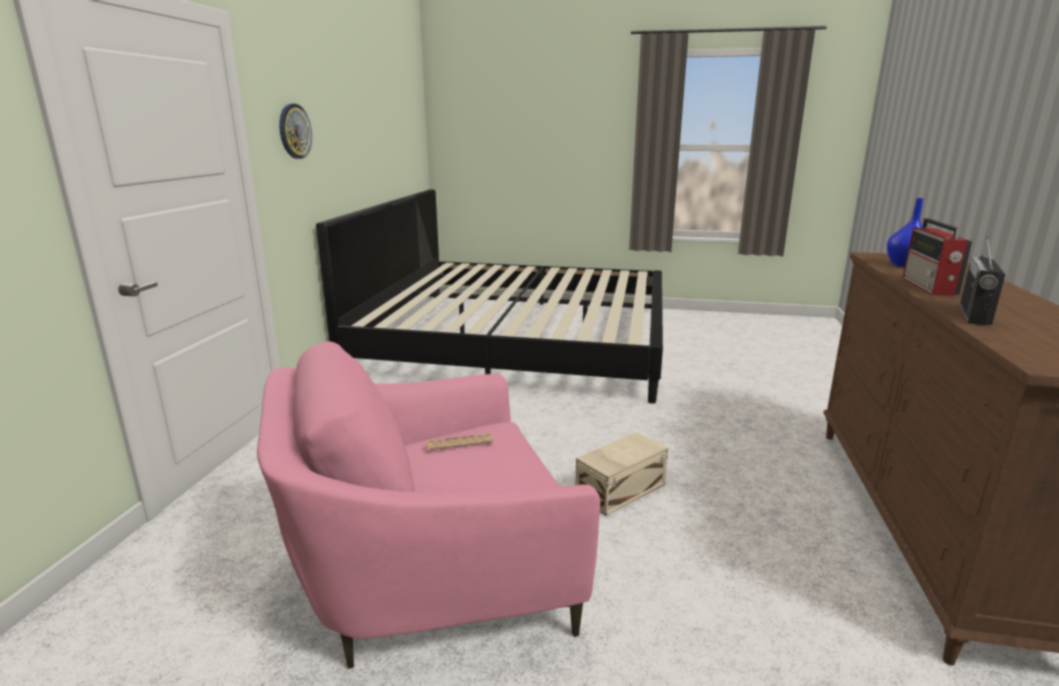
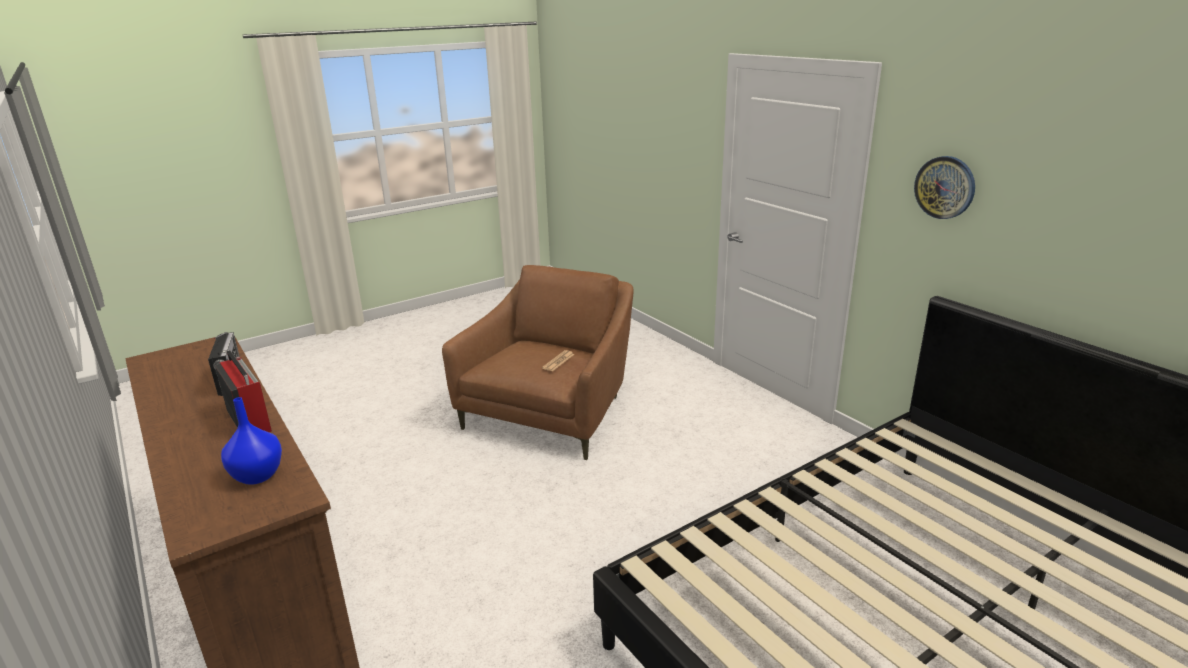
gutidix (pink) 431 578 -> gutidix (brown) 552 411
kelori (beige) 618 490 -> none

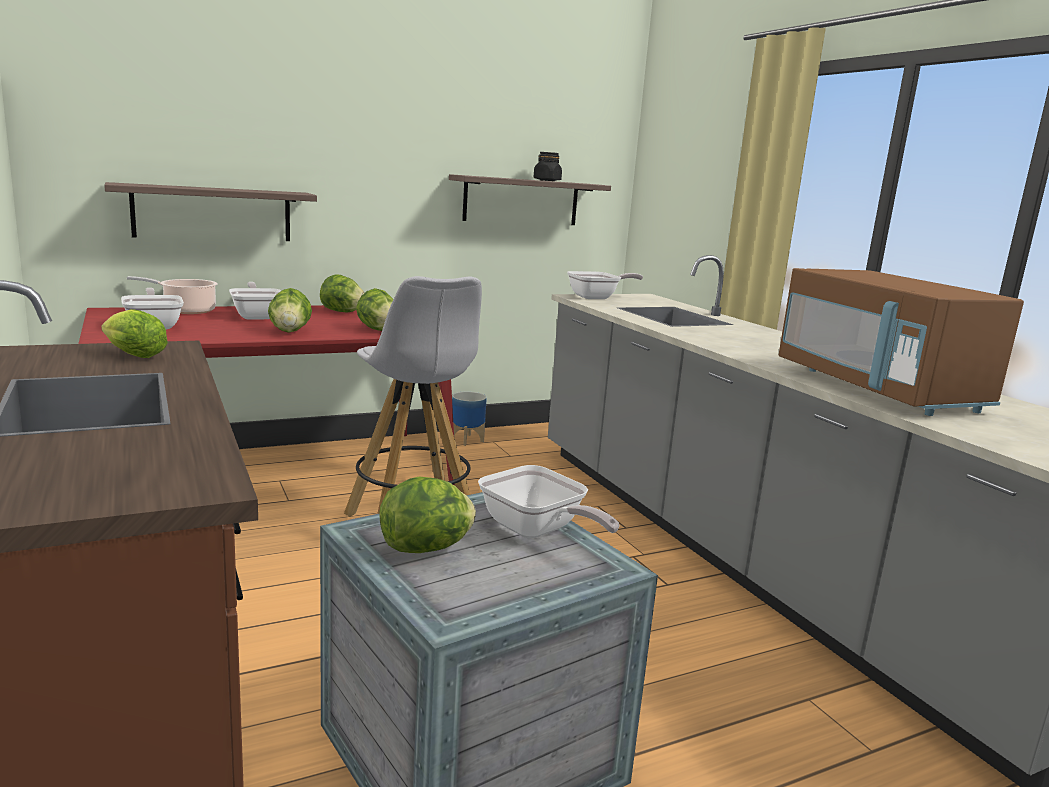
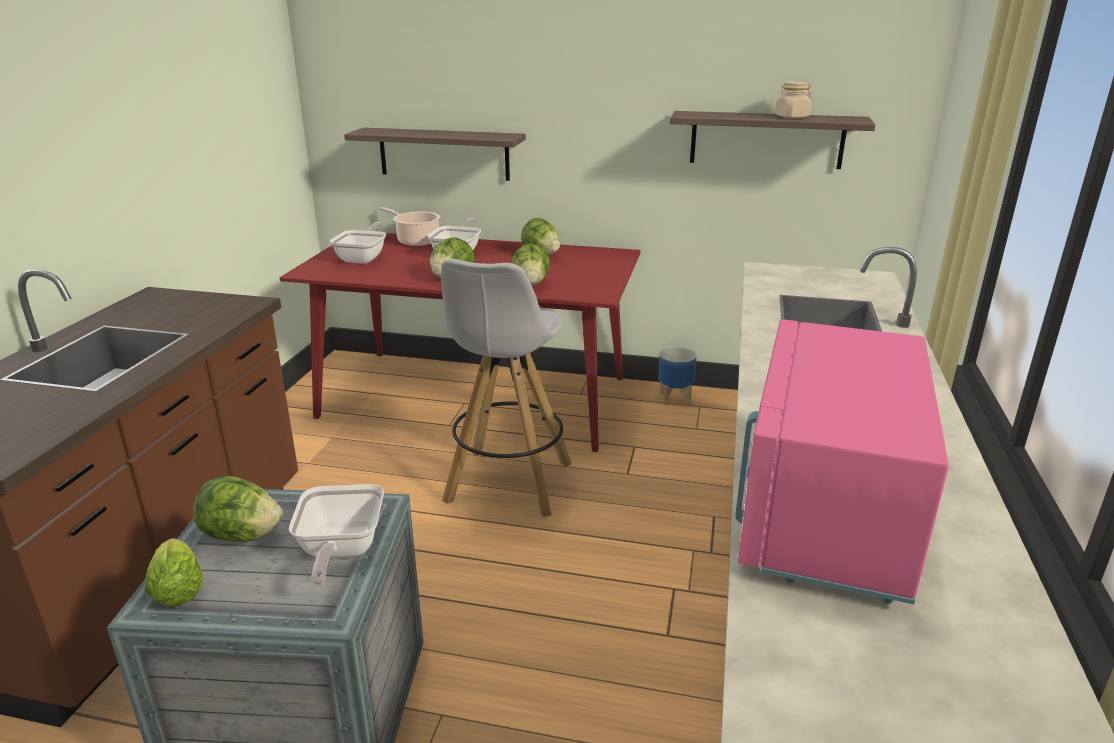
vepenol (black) 547 180 -> vepenol (beige) 791 117
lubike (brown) 877 389 -> lubike (pink) 824 513
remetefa 597 297 -> none
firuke 131 355 -> firuke 178 588, relocated

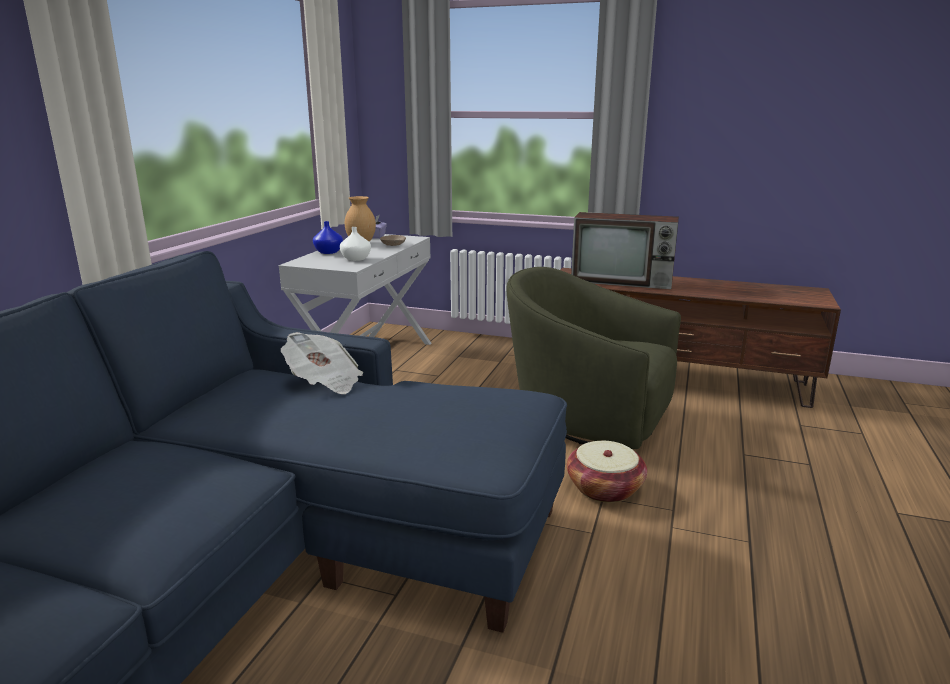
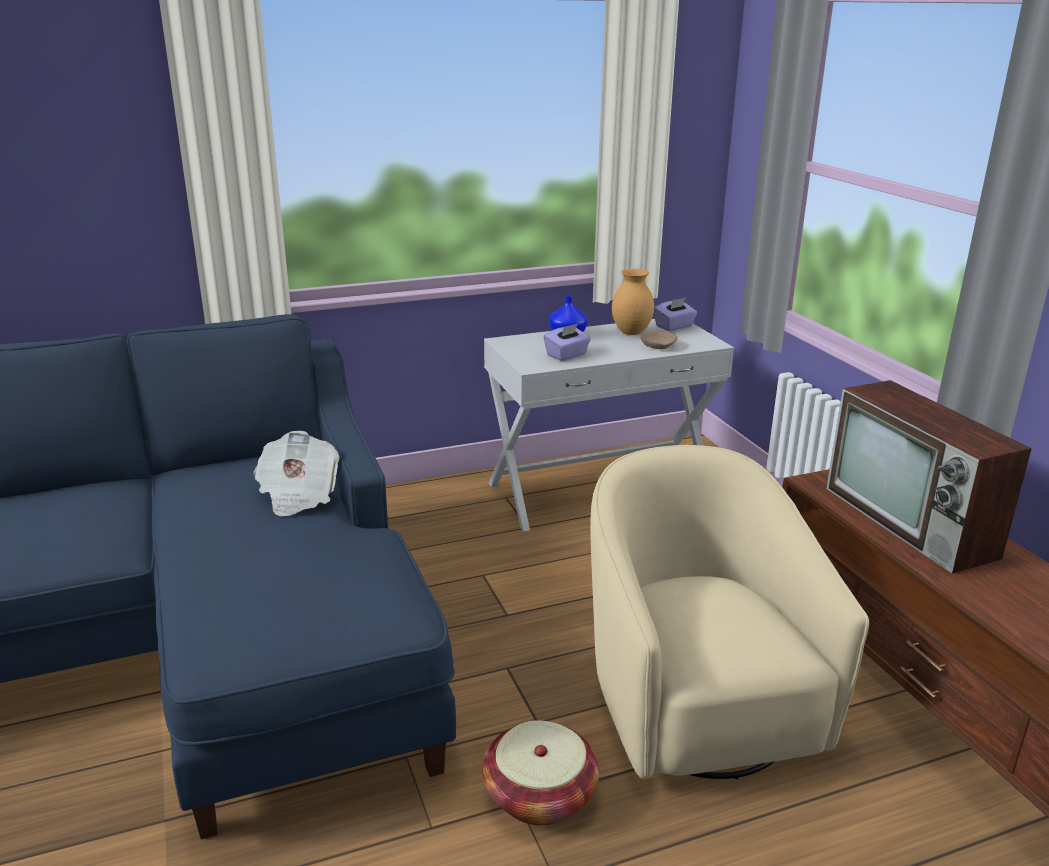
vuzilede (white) 355 259 -> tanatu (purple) 567 355
gutidix (green) 587 420 -> gutidix (beige) 696 703

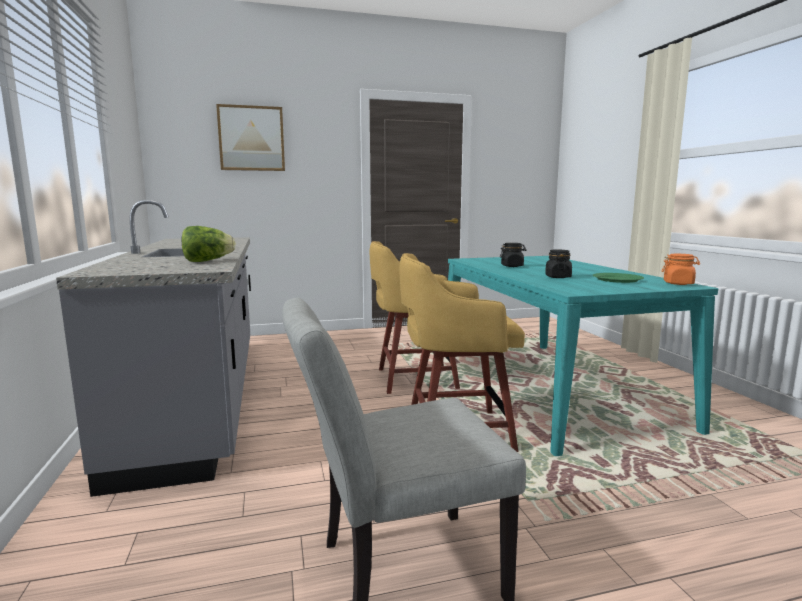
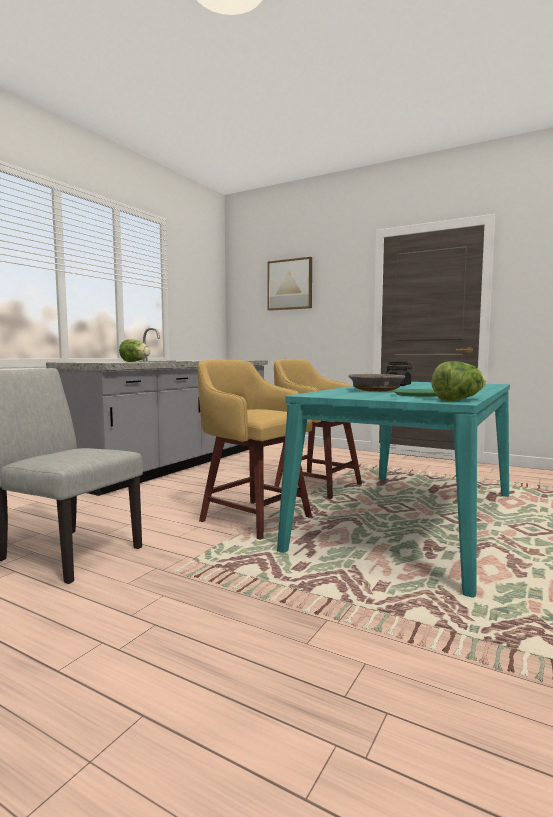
vepenol (black) 557 277 -> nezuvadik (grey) 376 390
vepenol (orange) 678 283 -> firuke 458 400

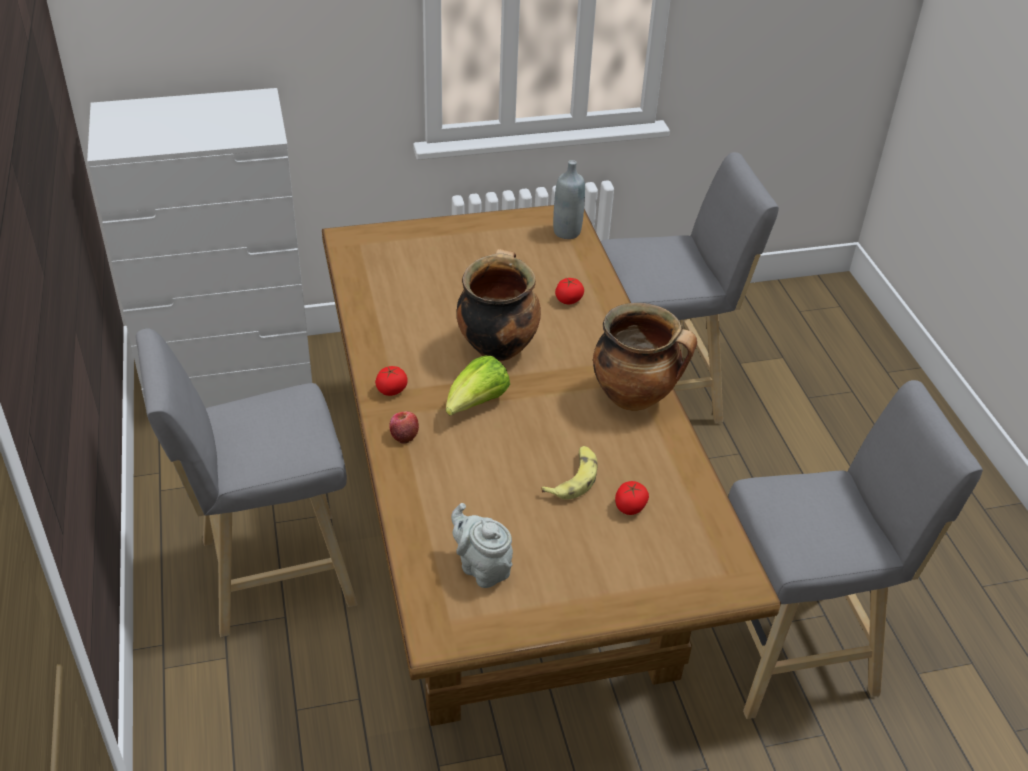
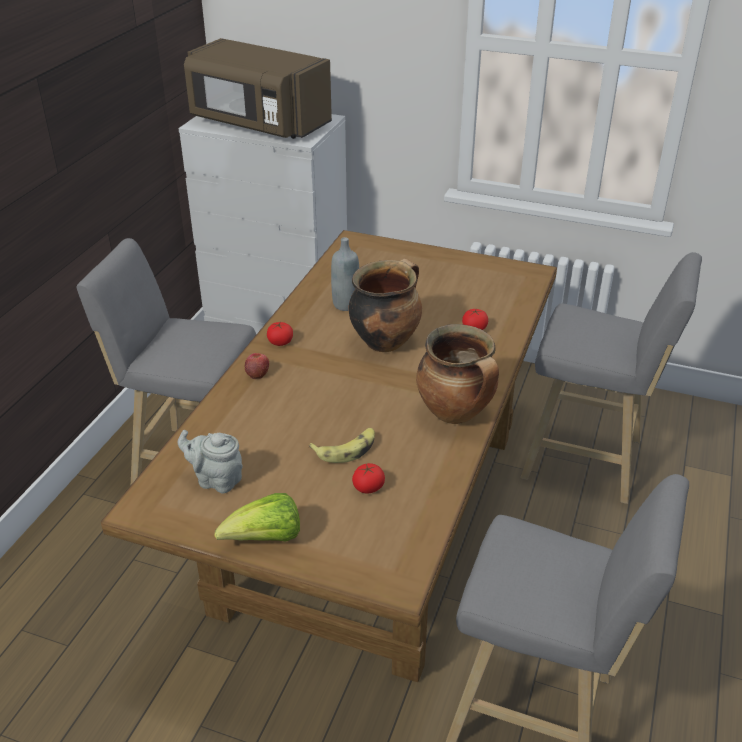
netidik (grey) 567 232 -> netidik (grey) 346 304, relocated
firuke 476 404 -> firuke 266 539, relocated
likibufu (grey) 482 568 -> likibufu (grey) 216 480, 60 degrees counterclockwise
none -> lubike (brown) 258 124

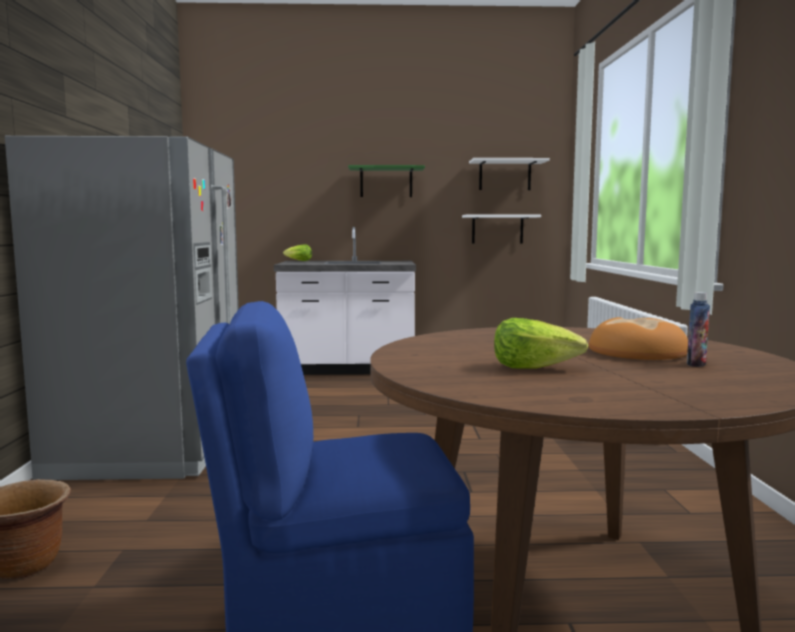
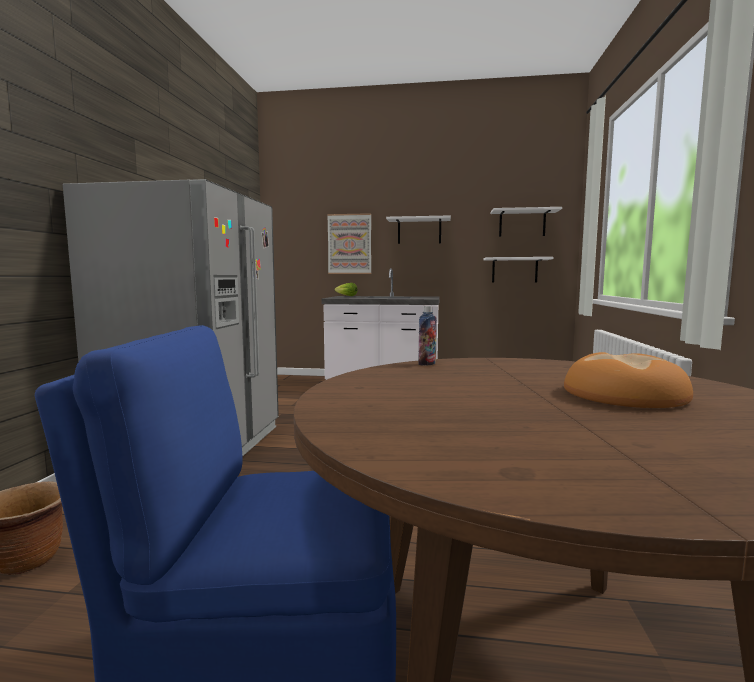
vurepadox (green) 386 182 -> vurepadox (white) 419 231
netidik 696 364 -> netidik 427 364, relocated
firuke 534 367 -> none
none -> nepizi 349 244

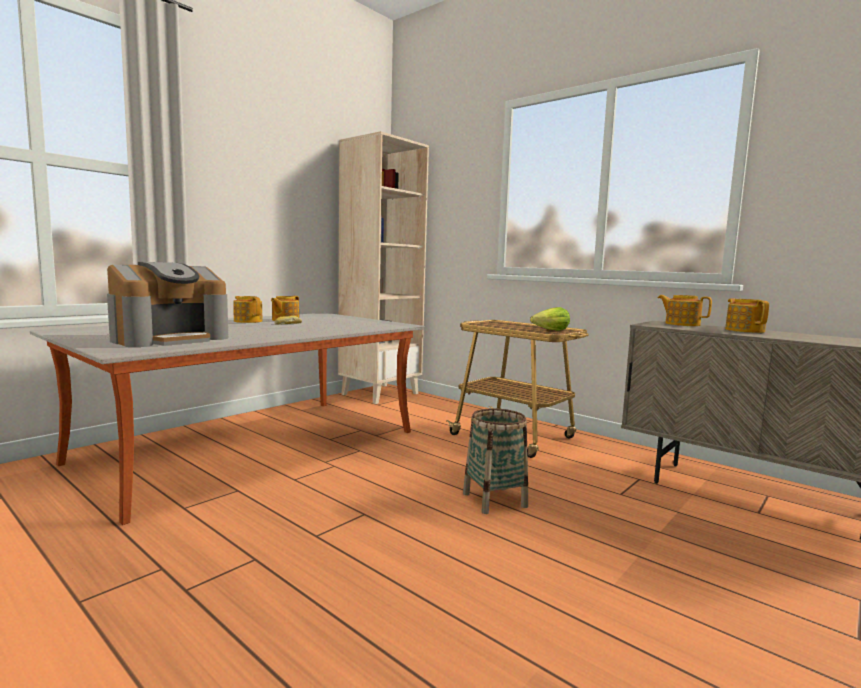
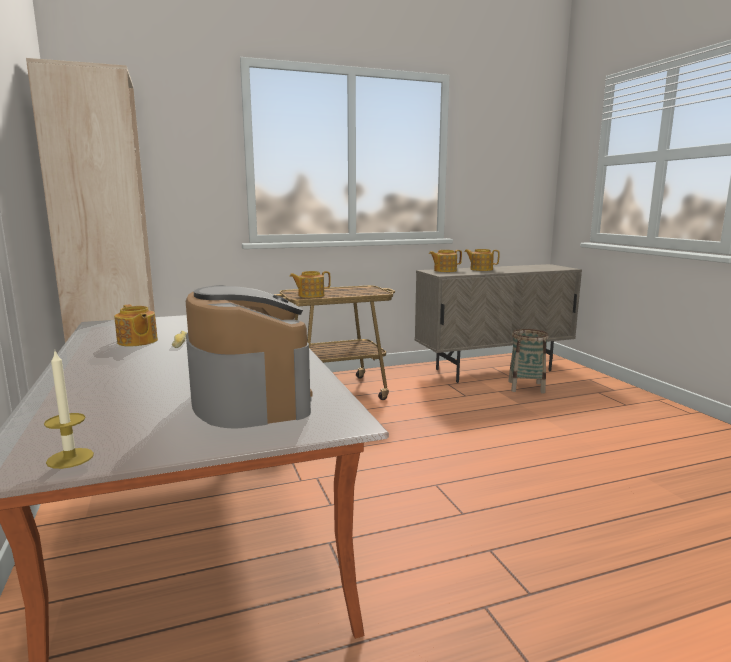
likibufu 248 321 -> likibufu 310 295, relocated
firuke 551 330 -> none
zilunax 494 500 -> zilunax 526 387, relocated
none -> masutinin 70 458

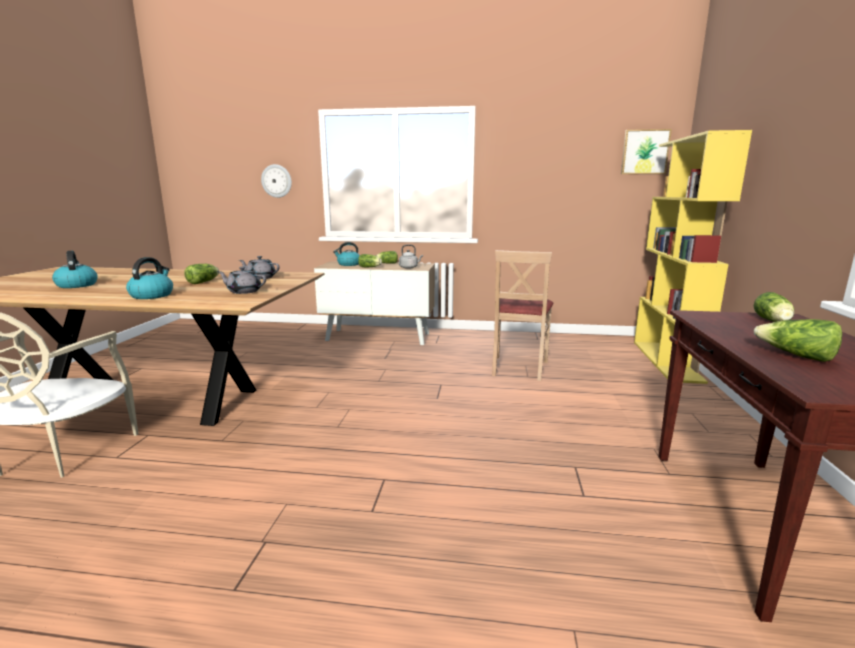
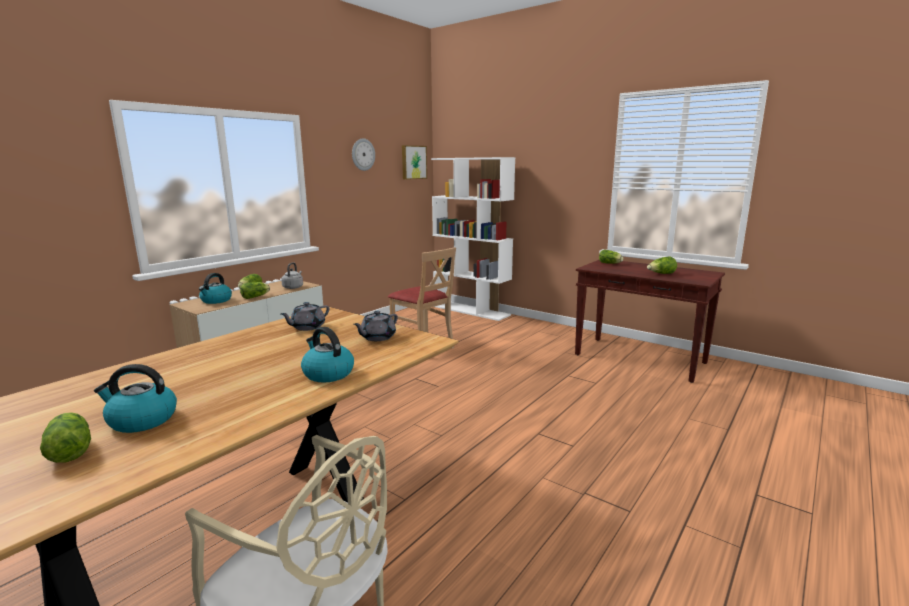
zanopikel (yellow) 667 361 -> zanopikel (white) 471 311
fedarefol 276 181 -> fedarefol 363 154, relocated
firuke 204 282 -> firuke 70 449, relocated

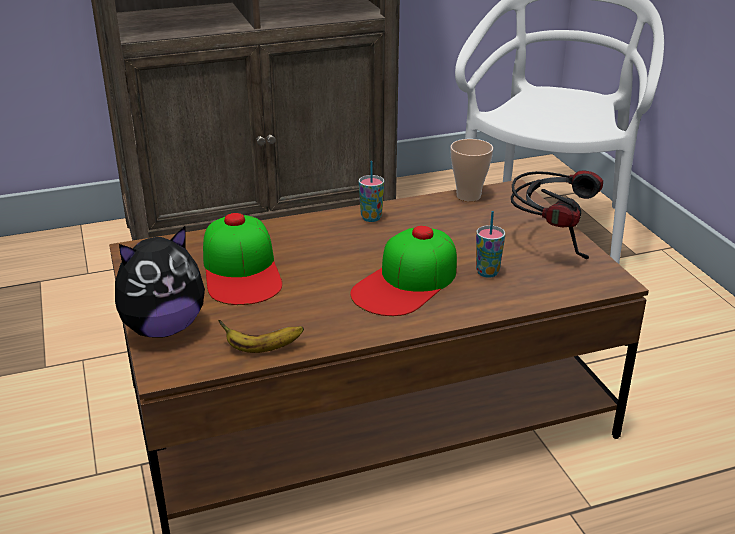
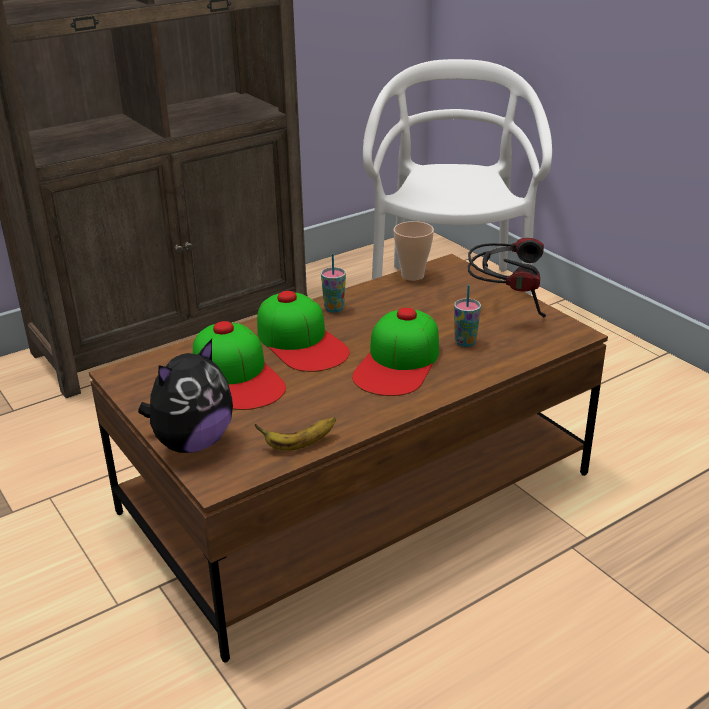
none -> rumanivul 301 342

